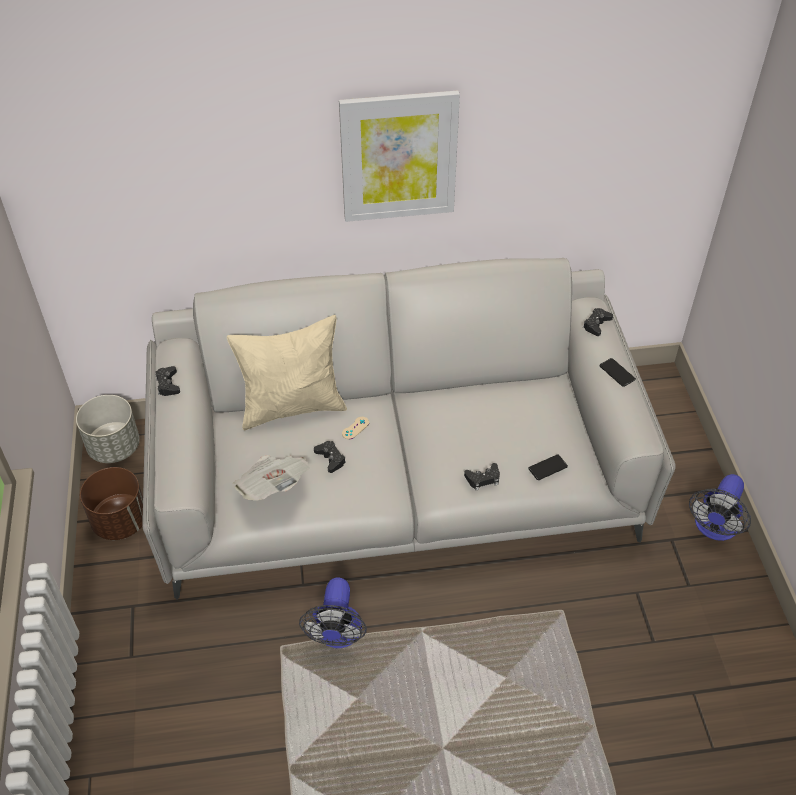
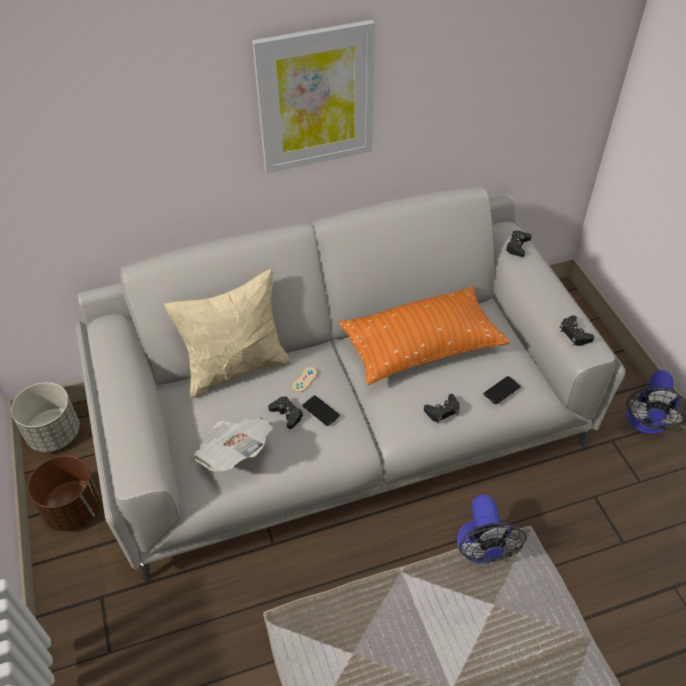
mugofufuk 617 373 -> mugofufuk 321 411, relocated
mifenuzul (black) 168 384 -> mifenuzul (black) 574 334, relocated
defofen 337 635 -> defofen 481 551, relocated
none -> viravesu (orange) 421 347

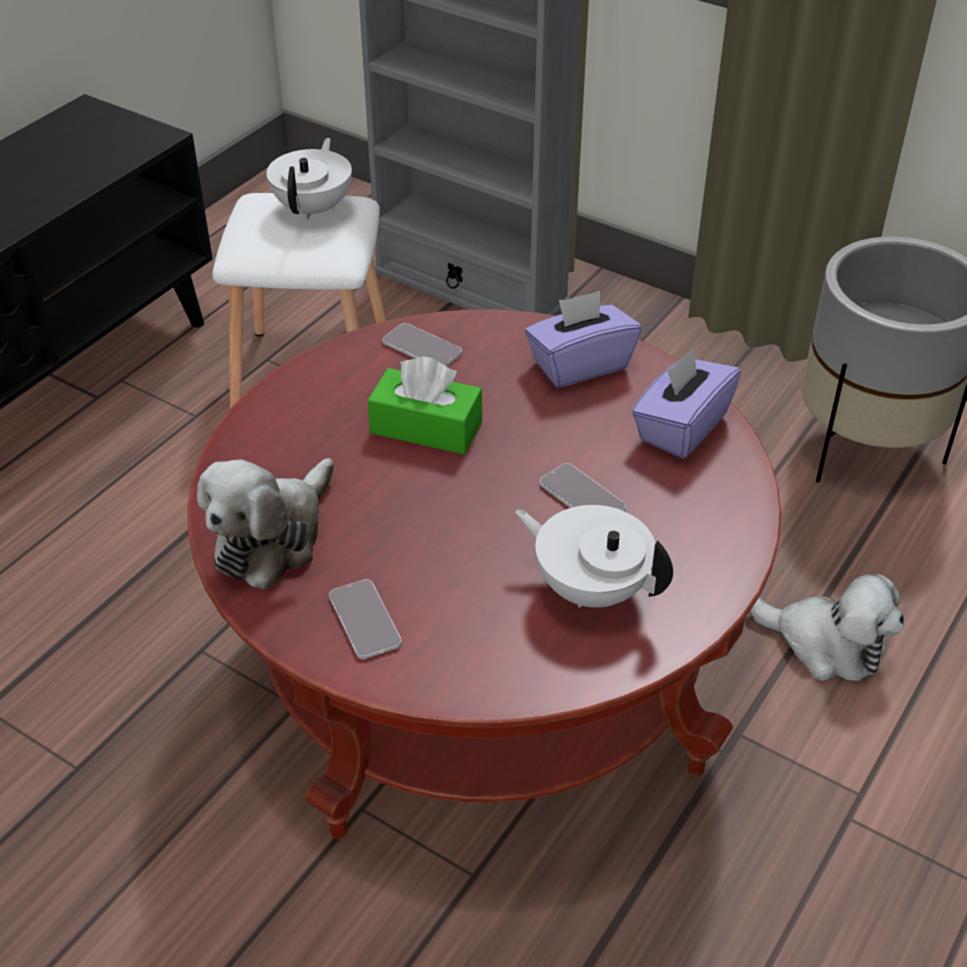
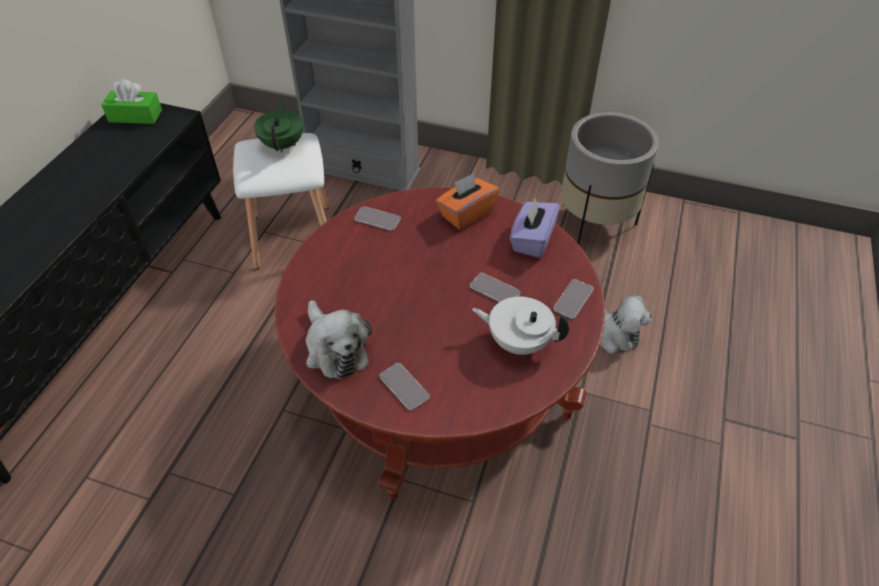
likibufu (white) 314 208 -> likibufu (green) 283 145
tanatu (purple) 580 364 -> tanatu (orange) 466 214
tanatu (green) 426 427 -> tanatu (green) 135 116, relocated
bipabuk 273 537 -> bipabuk 335 348, 45 degrees counterclockwise
none -> mugofufuk 573 299

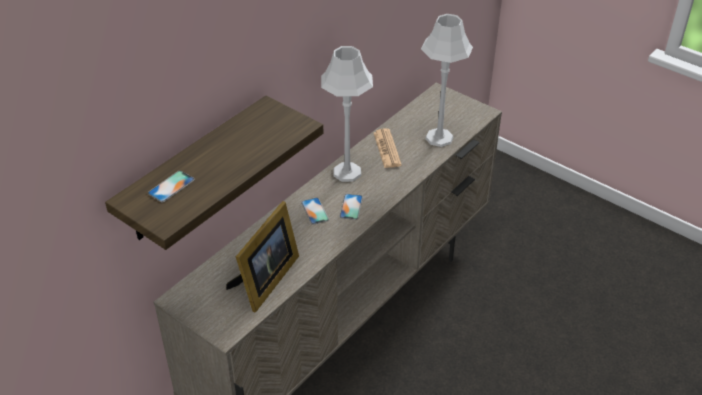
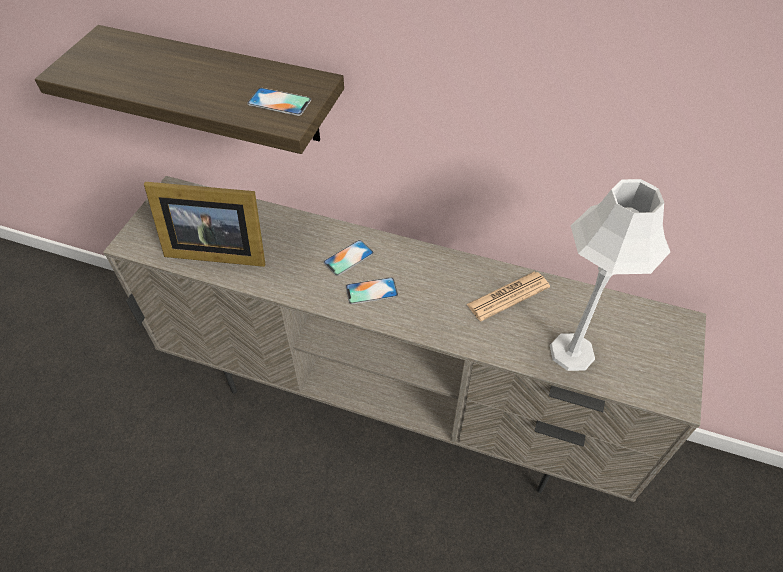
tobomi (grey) 347 172 -> none
mugofufuk 171 186 -> mugofufuk 279 102, relocated

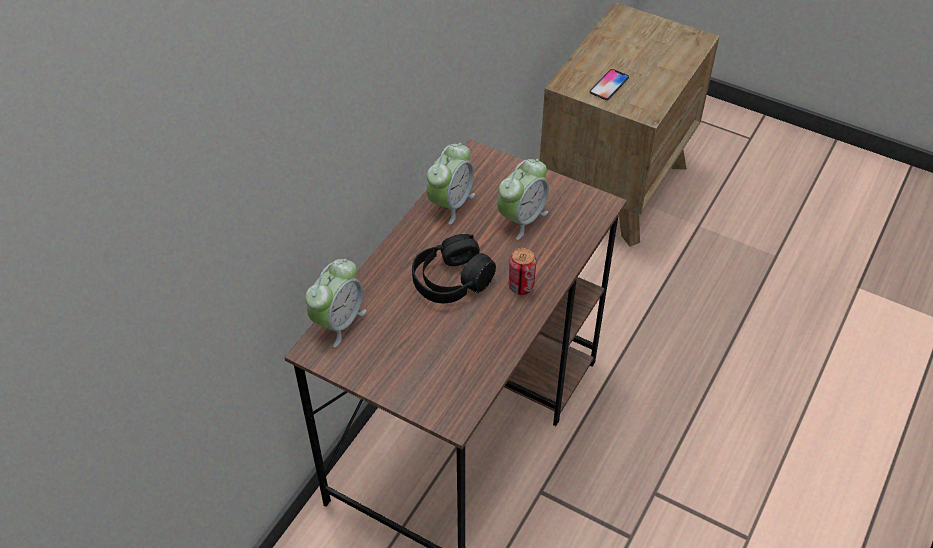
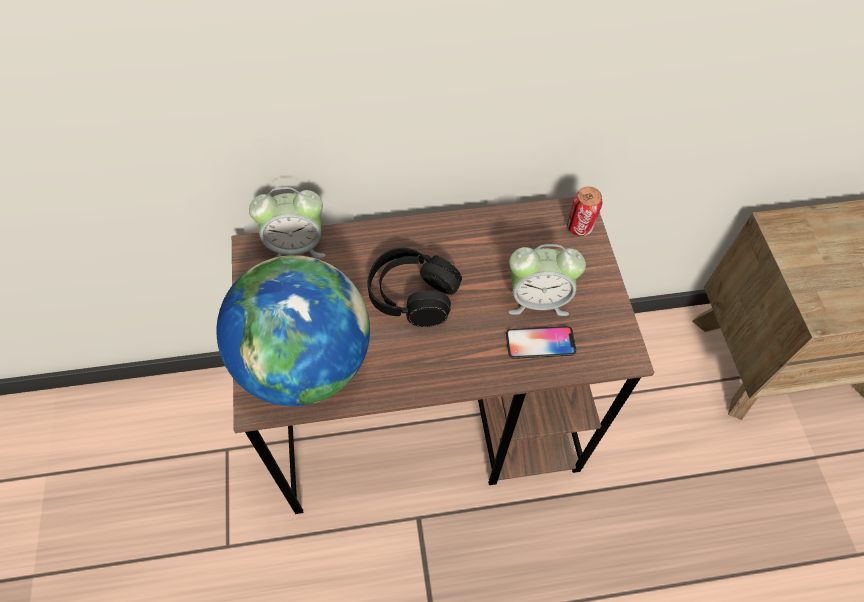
mugofufuk 609 85 -> mugofufuk 540 343, relocated
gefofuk 451 204 -> none
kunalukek 521 286 -> kunalukek 579 227, relocated
none -> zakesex 305 362

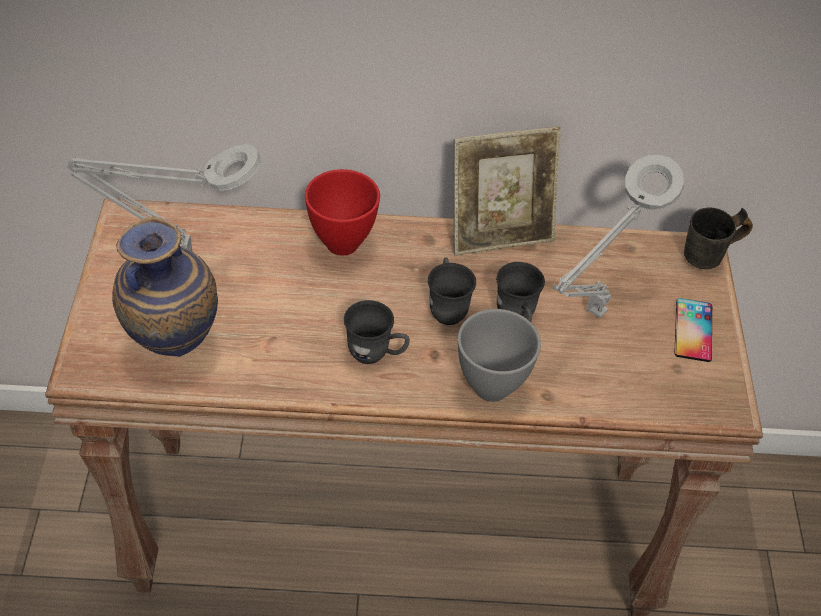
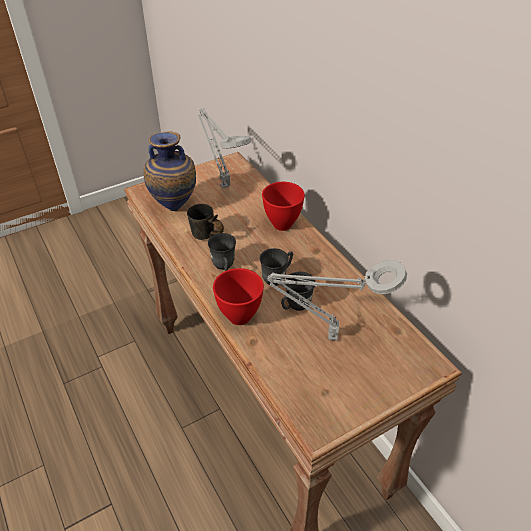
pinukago 499 234 -> none
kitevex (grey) 712 259 -> kitevex (grey) 205 237, relocated
mugofufuk 693 330 -> none
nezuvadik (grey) 490 388 -> nezuvadik (red) 238 317

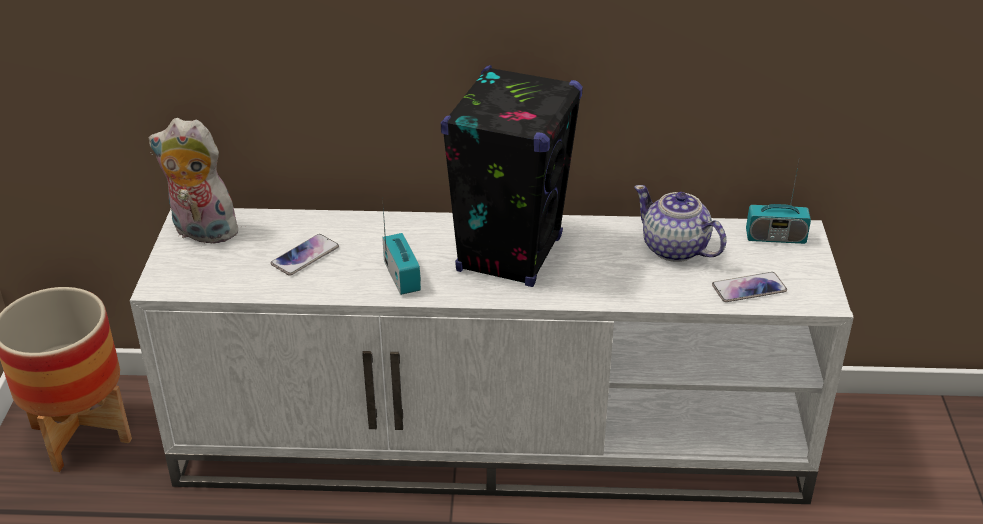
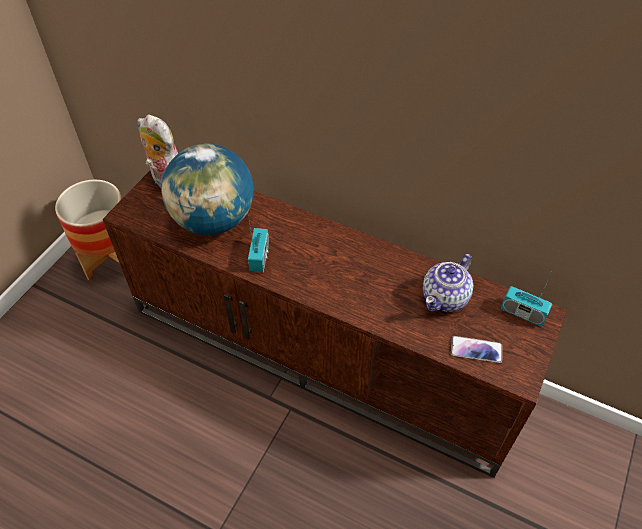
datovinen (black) 509 254 -> none
likibufu 675 249 -> likibufu 445 297, 120 degrees counterclockwise
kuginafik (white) 495 439 -> kuginafik (brown) 325 351
mugofufuk 305 256 -> zakesex 214 220

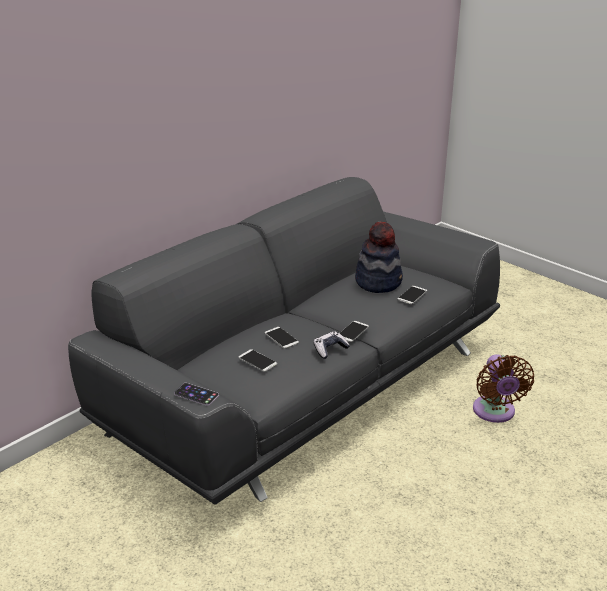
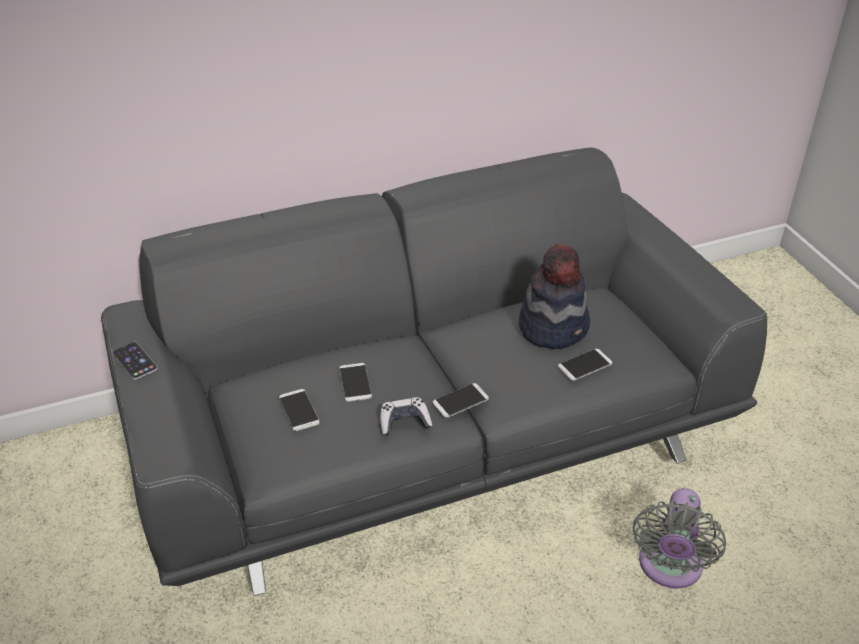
defofen (brown) 495 412 -> defofen (grey) 669 568
mugofufuk 196 394 -> mugofufuk 135 360, relocated

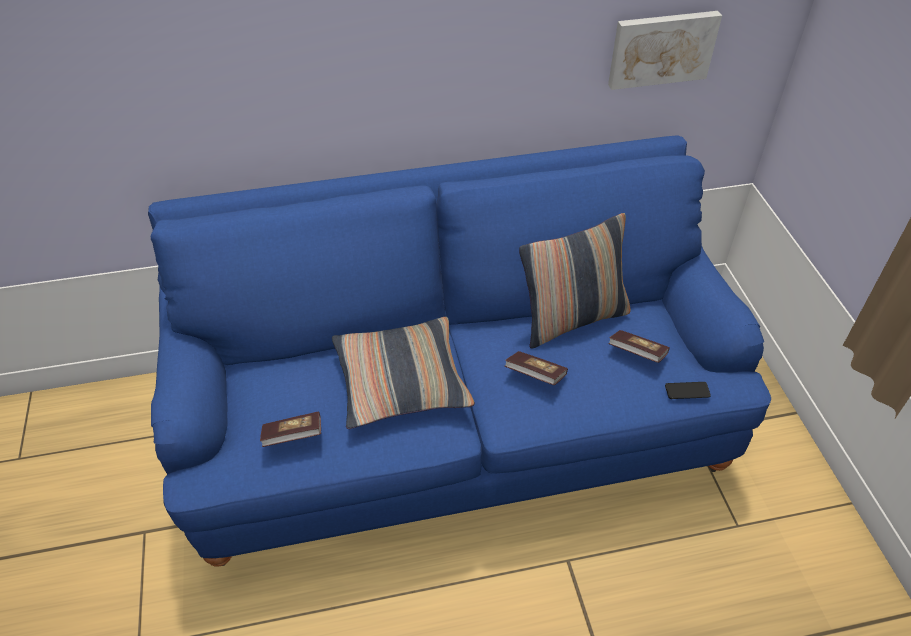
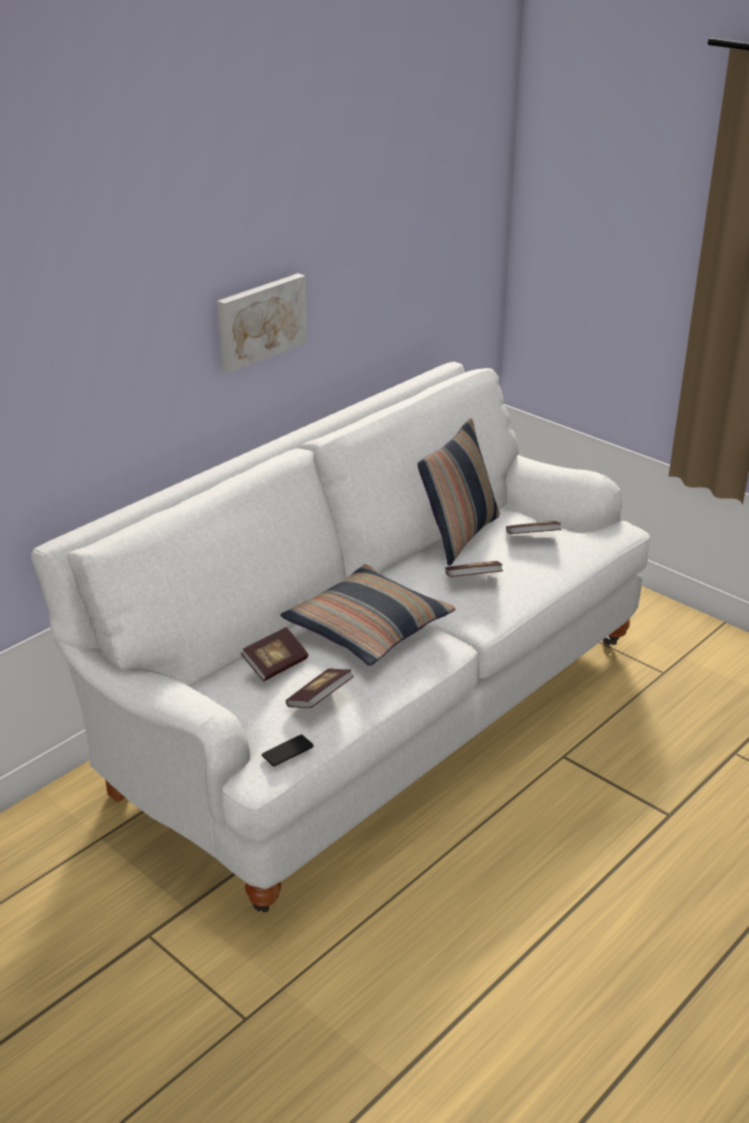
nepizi 661 48 -> nepizi 260 321, relocated
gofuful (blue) 455 425 -> gofuful (white) 373 711
mugofufuk 687 391 -> mugofufuk 287 751, relocated
none -> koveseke 275 665

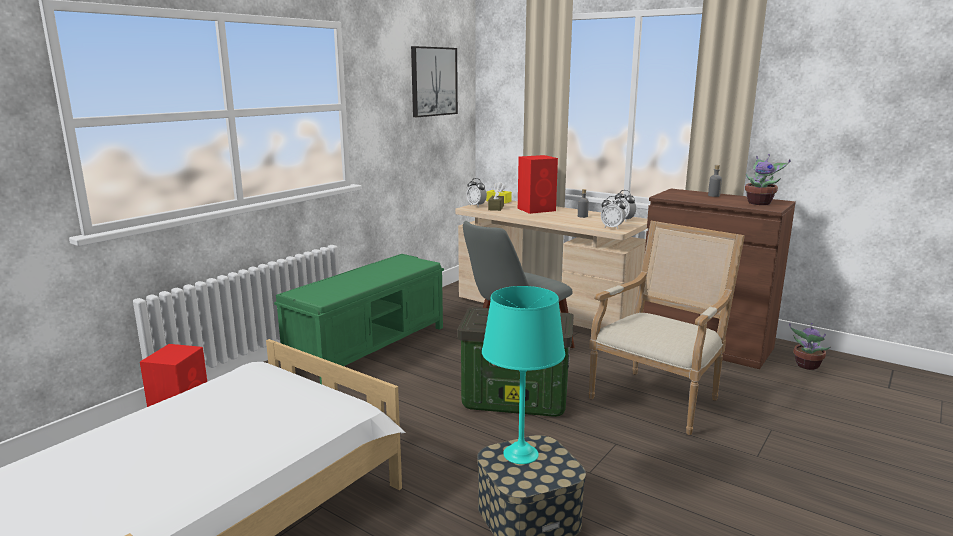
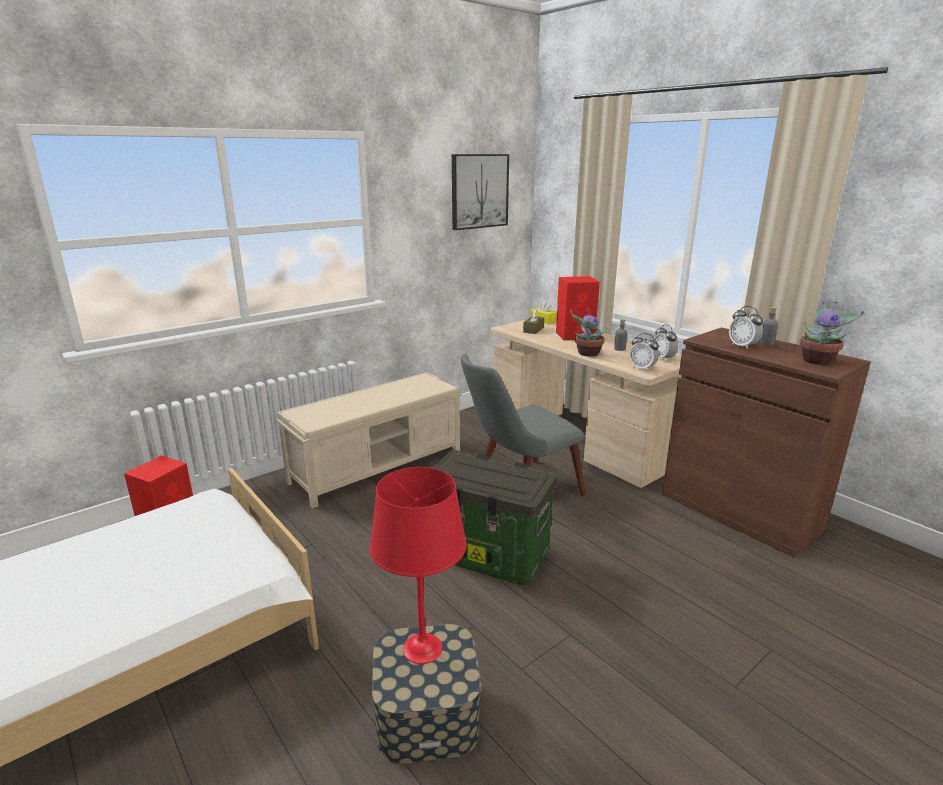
gefofuk 476 205 -> gefofuk 743 346, relocated
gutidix 659 398 -> none
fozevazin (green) 369 347 -> fozevazin (beige) 378 466
tobomi (turquoise) 521 454 -> tobomi (red) 423 649
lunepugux 806 366 -> lunepugux 587 354, relocated

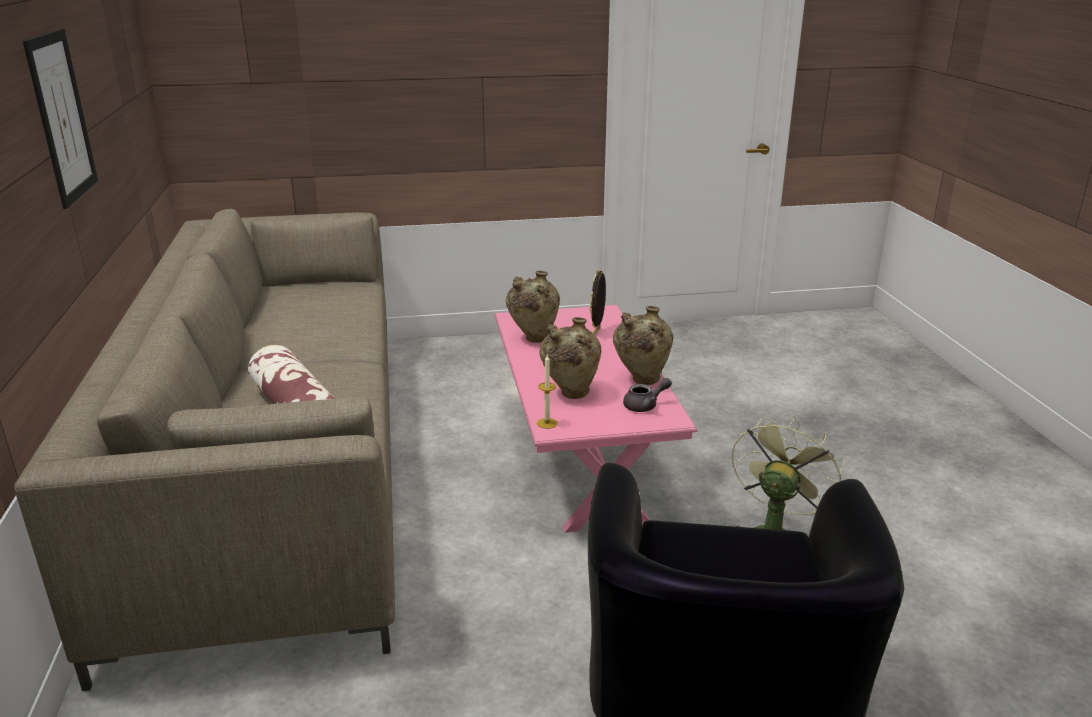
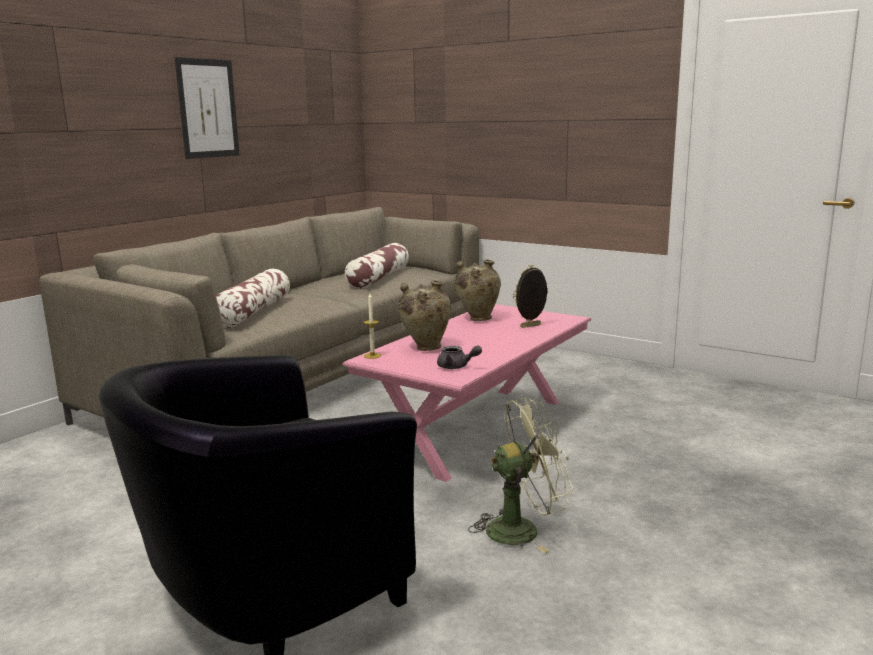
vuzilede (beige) 641 380 -> none
none -> viravesu 378 278

